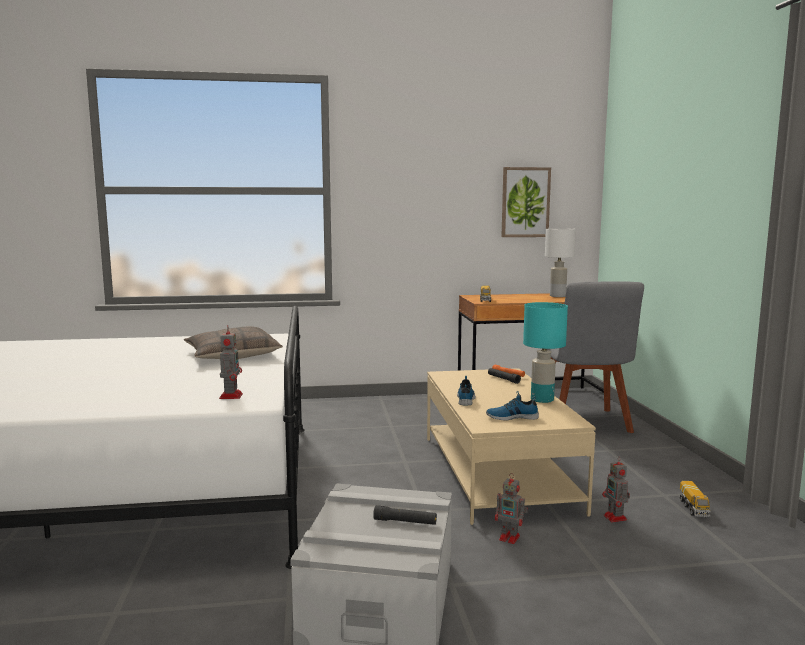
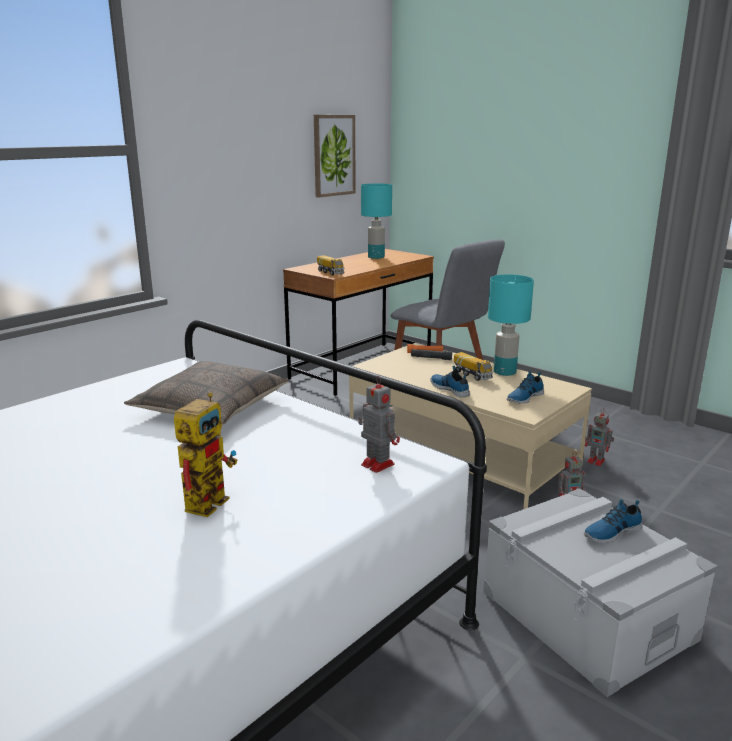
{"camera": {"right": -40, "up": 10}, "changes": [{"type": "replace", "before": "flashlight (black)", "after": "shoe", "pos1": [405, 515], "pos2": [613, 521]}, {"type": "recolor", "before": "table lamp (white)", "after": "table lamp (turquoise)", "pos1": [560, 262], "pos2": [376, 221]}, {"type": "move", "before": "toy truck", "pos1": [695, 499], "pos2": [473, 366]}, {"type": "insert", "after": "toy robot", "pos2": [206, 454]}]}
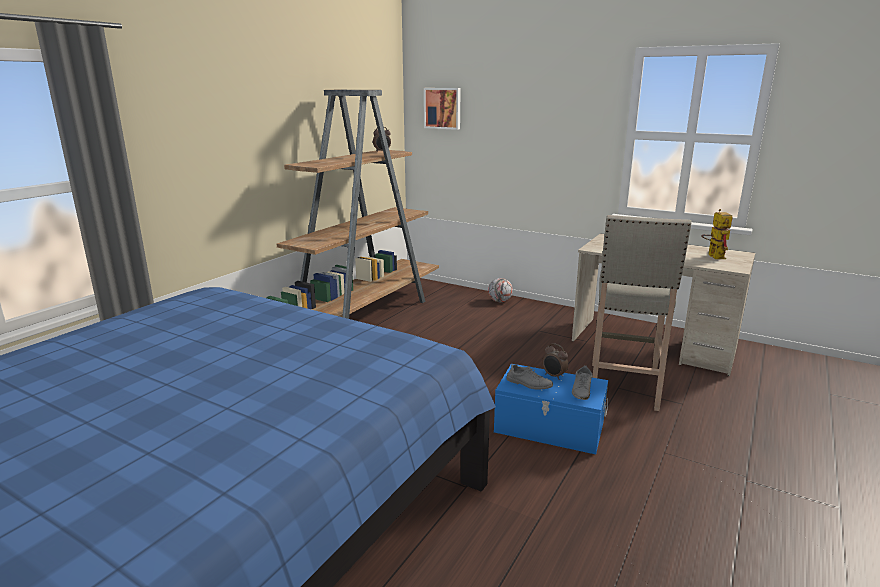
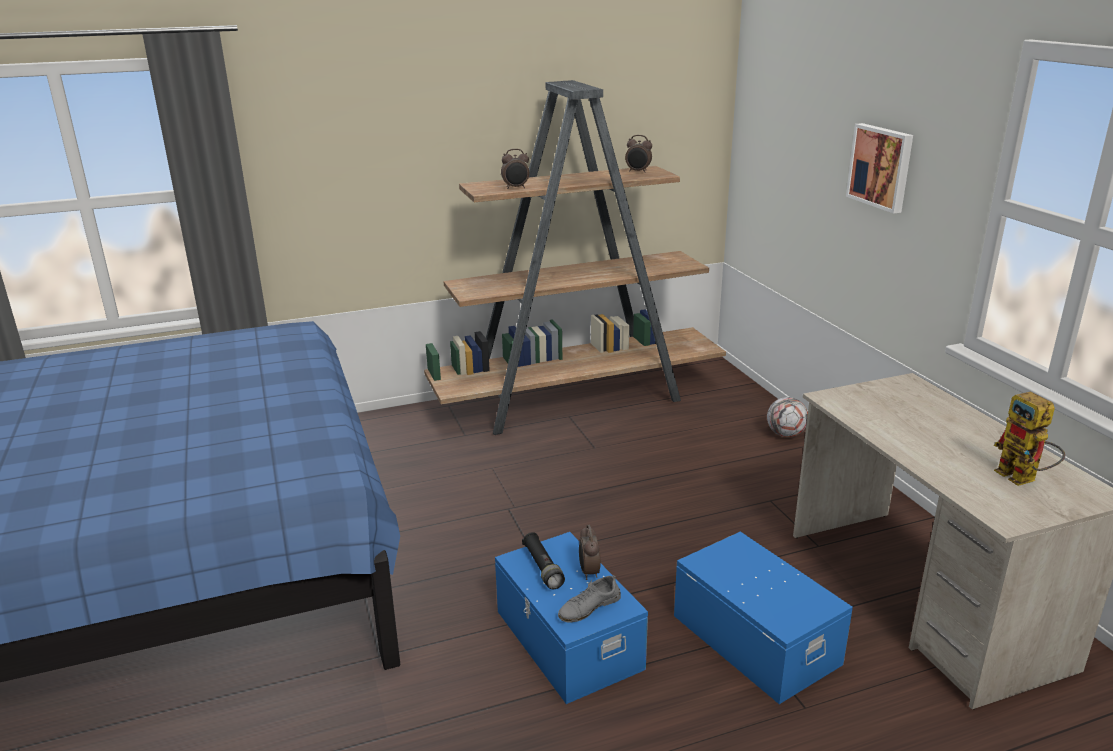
{"camera": {"right": 40, "up": 5}, "changes": [{"type": "move", "before": "picture", "pos1": [442, 109], "pos2": [879, 168]}, {"type": "replace", "before": "shoe (grey)", "after": "flashlight (black)", "pos1": [529, 377], "pos2": [543, 560]}, {"type": "replace", "before": "stool (beige)", "after": "storage box (blue)", "pos1": [642, 313], "pos2": [763, 618]}, {"type": "rotate", "before": "toy robot", "pos1": [717, 234], "pos2": [1029, 438], "turn": 120}, {"type": "insert", "after": "alarm clock", "pos2": [515, 169]}]}
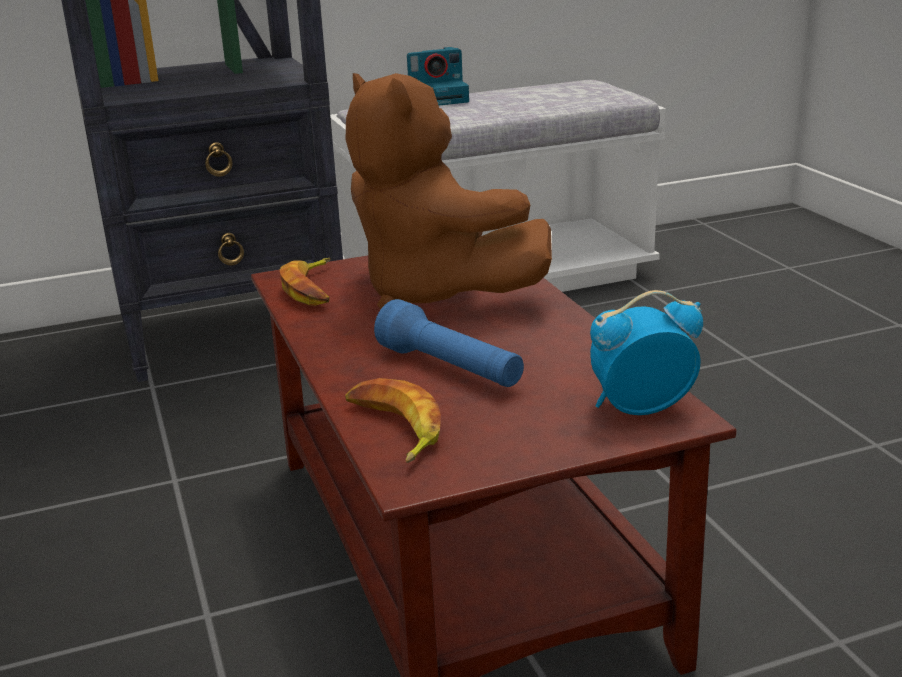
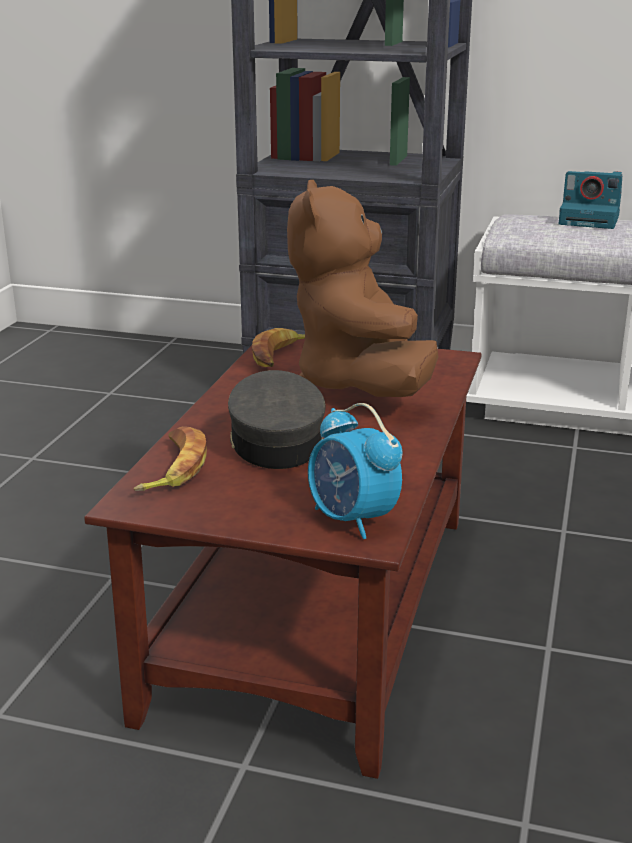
{"camera": {"right": 35, "up": 0}, "changes": [{"type": "replace", "before": "flashlight (blue)", "after": "cap (grey)", "pos1": [449, 343], "pos2": [276, 419]}, {"type": "rotate", "before": "alarm clock", "pos1": [646, 352], "pos2": [355, 471], "turn": -150}]}
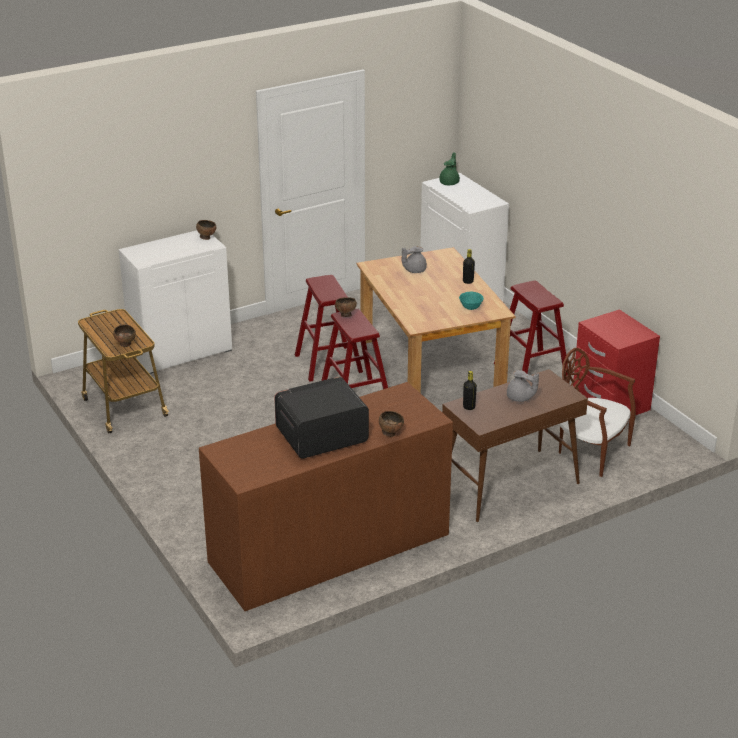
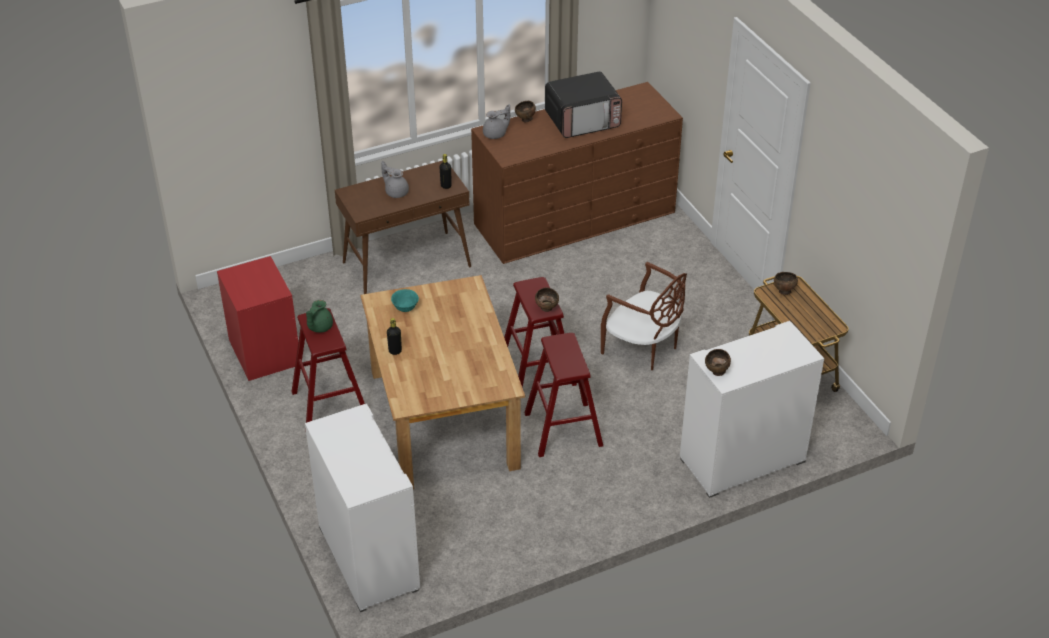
{"camera": {"right": -175, "up": 10}, "changes": [{"type": "move", "before": "teapot (grey)", "pos1": [414, 259], "pos2": [496, 121]}, {"type": "move", "before": "teapot (green)", "pos1": [449, 168], "pos2": [319, 316]}, {"type": "move", "before": "chair (brown)", "pos1": [597, 412], "pos2": [644, 316]}]}
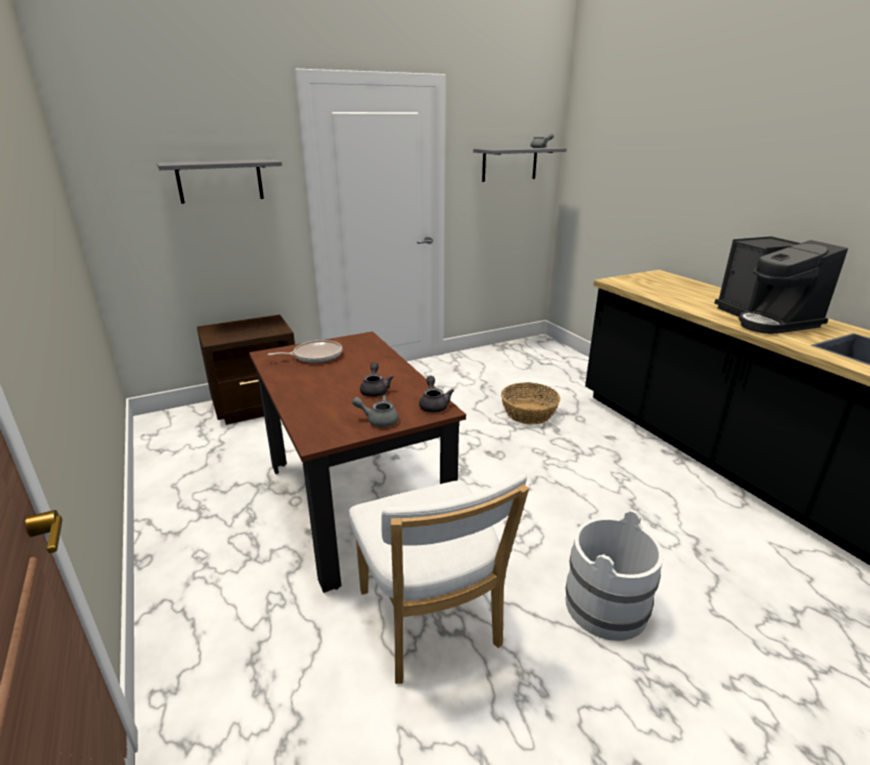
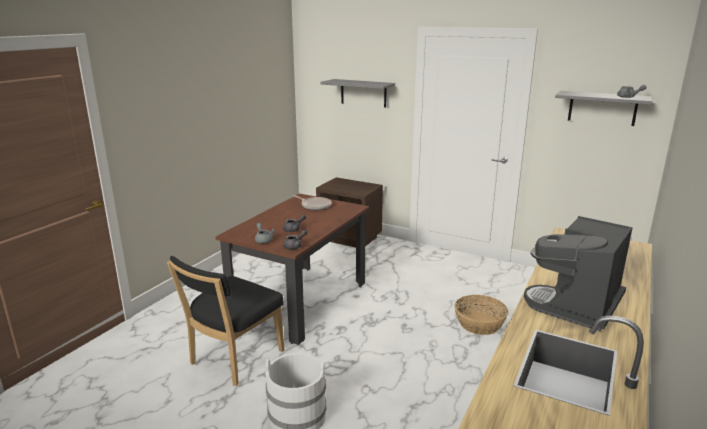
{"camera": {"right": 55, "up": -5}, "changes": [{"type": "recolor", "before": "chair (white)", "after": "chair (black)", "pos1": [439, 579], "pos2": [225, 321]}]}
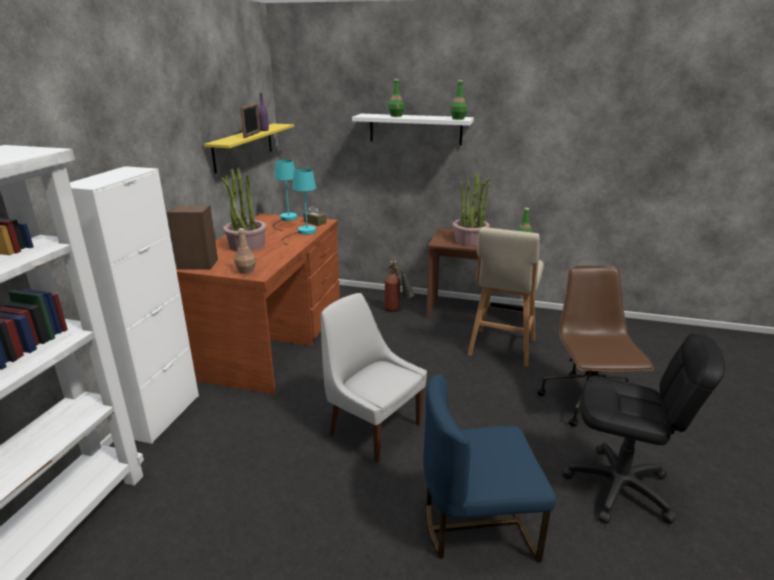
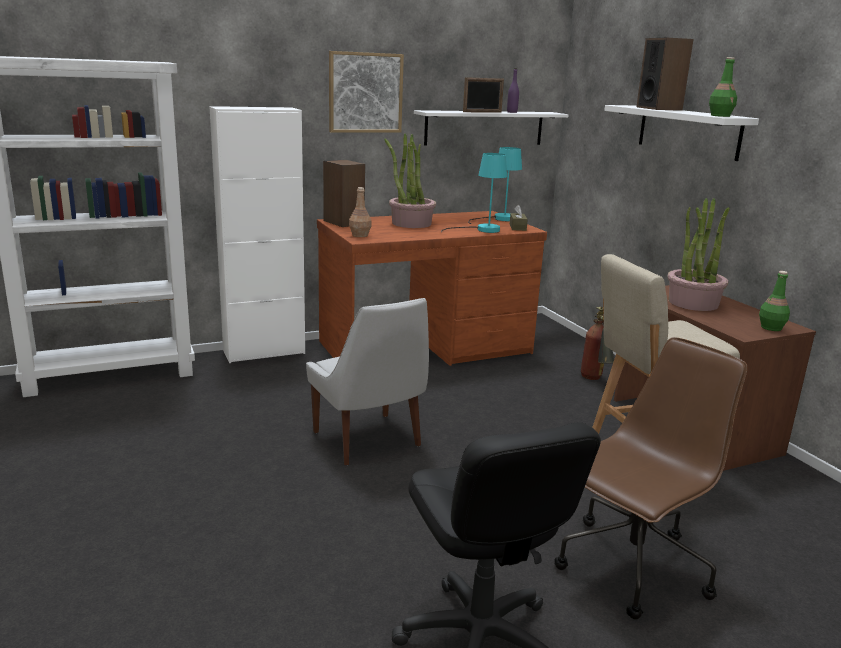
{"camera": {"right": 50, "up": -5}, "changes": [{"type": "recolor", "before": "shelf (yellow)", "after": "shelf (white)", "pos1": [249, 149], "pos2": [491, 128]}, {"type": "rotate", "before": "chair (white)", "pos1": [374, 378], "pos2": [367, 381], "turn": 150}, {"type": "replace", "before": "bottle (green)", "after": "speaker", "pos1": [396, 98], "pos2": [665, 74]}, {"type": "delete", "before": "chair (blue)", "pos1": [489, 469]}, {"type": "insert", "after": "picture", "pos2": [366, 92]}]}
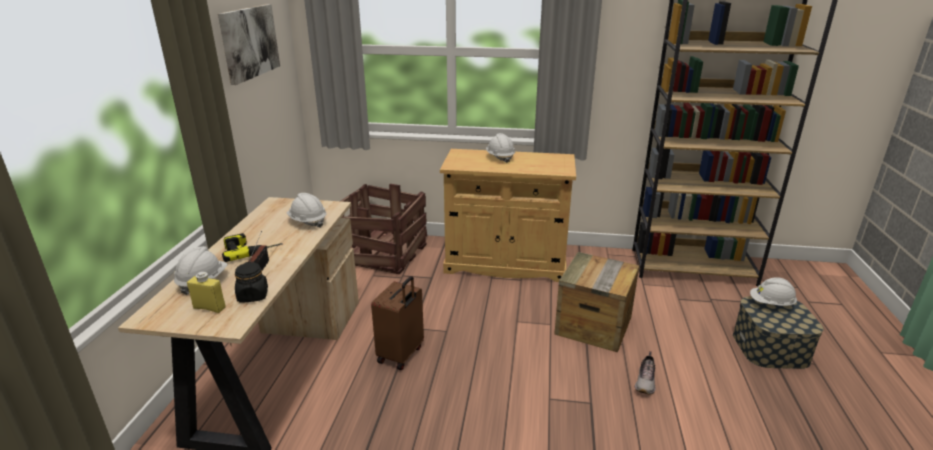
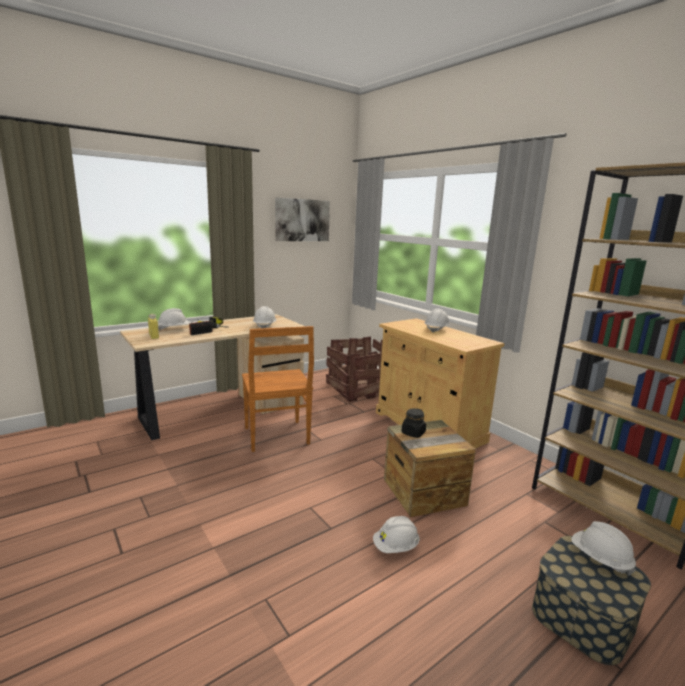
{"camera": {"right": 45, "up": -10}, "changes": [{"type": "move", "before": "jar (black)", "pos1": [251, 282], "pos2": [414, 423]}, {"type": "replace", "before": "suitcase (brown)", "after": "chair (brown)", "pos1": [397, 323], "pos2": [278, 389]}, {"type": "replace", "before": "shoe", "after": "hard hat (white)", "pos1": [645, 373], "pos2": [396, 534]}]}
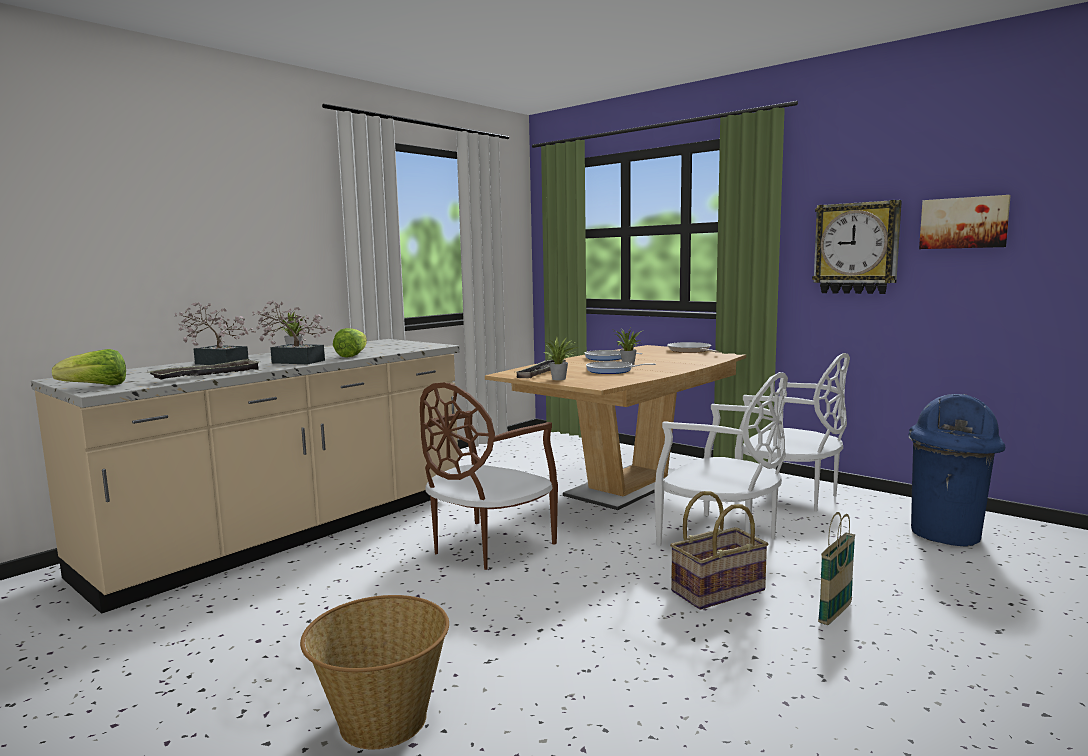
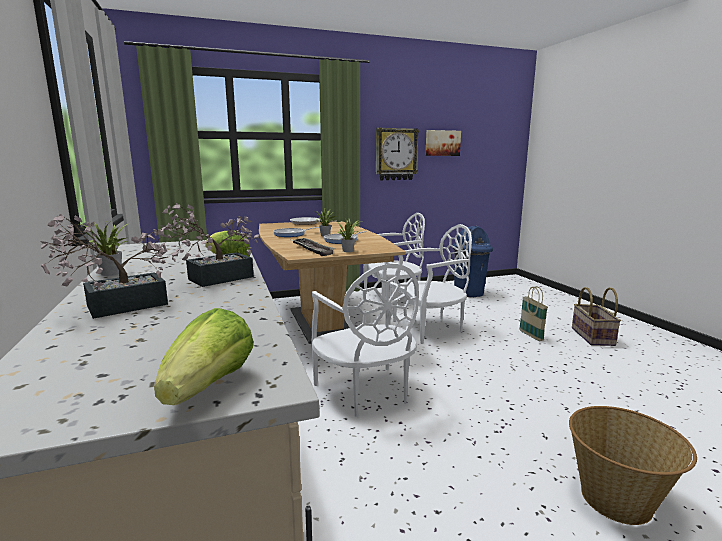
{"camera": {"right": -60, "up": 5}, "changes": [{"type": "delete", "before": "tray", "pos1": [204, 369]}, {"type": "recolor", "before": "chair (brown)", "after": "chair (white)", "pos1": [489, 476], "pos2": [365, 340]}, {"type": "move", "before": "basket", "pos1": [719, 550], "pos2": [596, 316]}]}
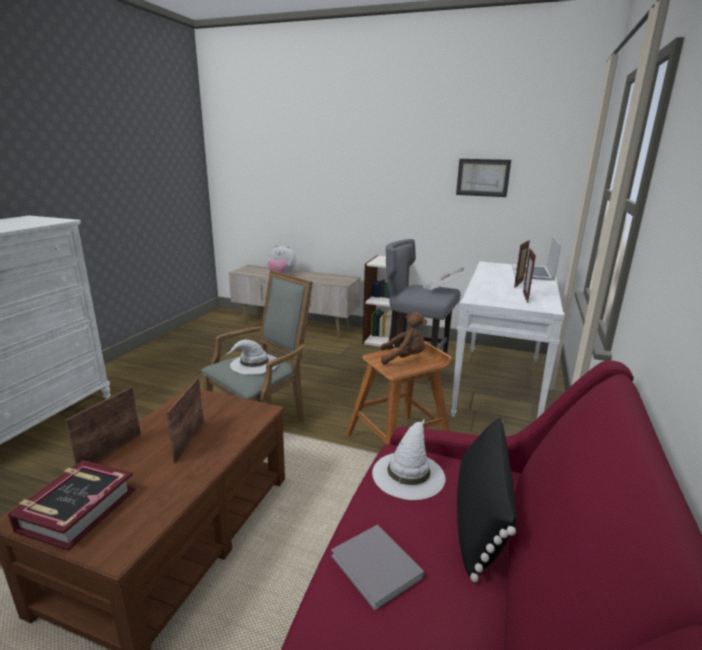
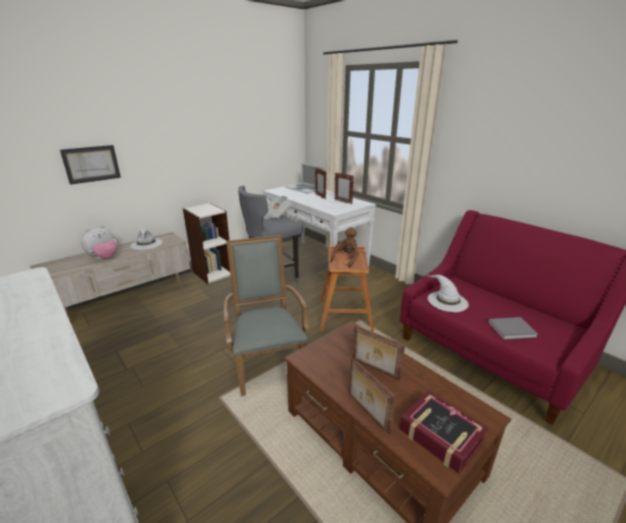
{"camera": {"right": -60, "up": 5}, "changes": [{"type": "move", "before": "hat (white)", "pos1": [252, 356], "pos2": [146, 239]}, {"type": "move", "before": "picture", "pos1": [483, 178], "pos2": [90, 165]}, {"type": "delete", "before": "pillow (black)", "pos1": [487, 500]}]}
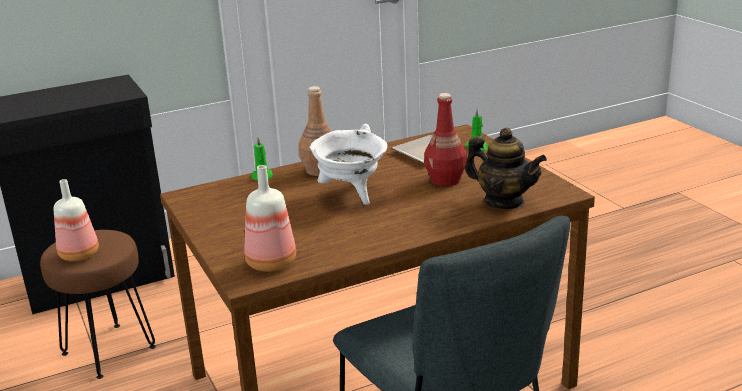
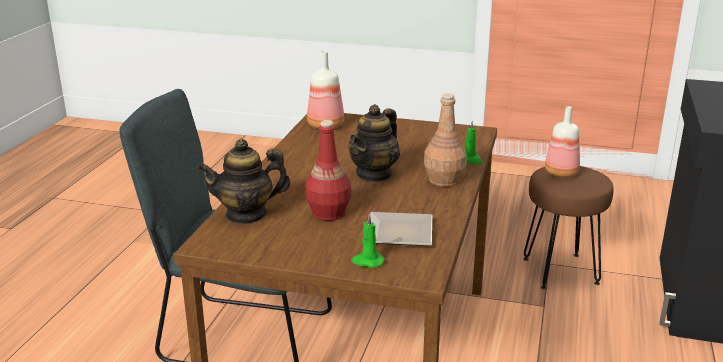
{"camera": {"right": 130, "up": 0}, "changes": [{"type": "replace", "before": "cooking pot (white)", "after": "teapot", "pos1": [348, 164], "pos2": [374, 143]}]}
